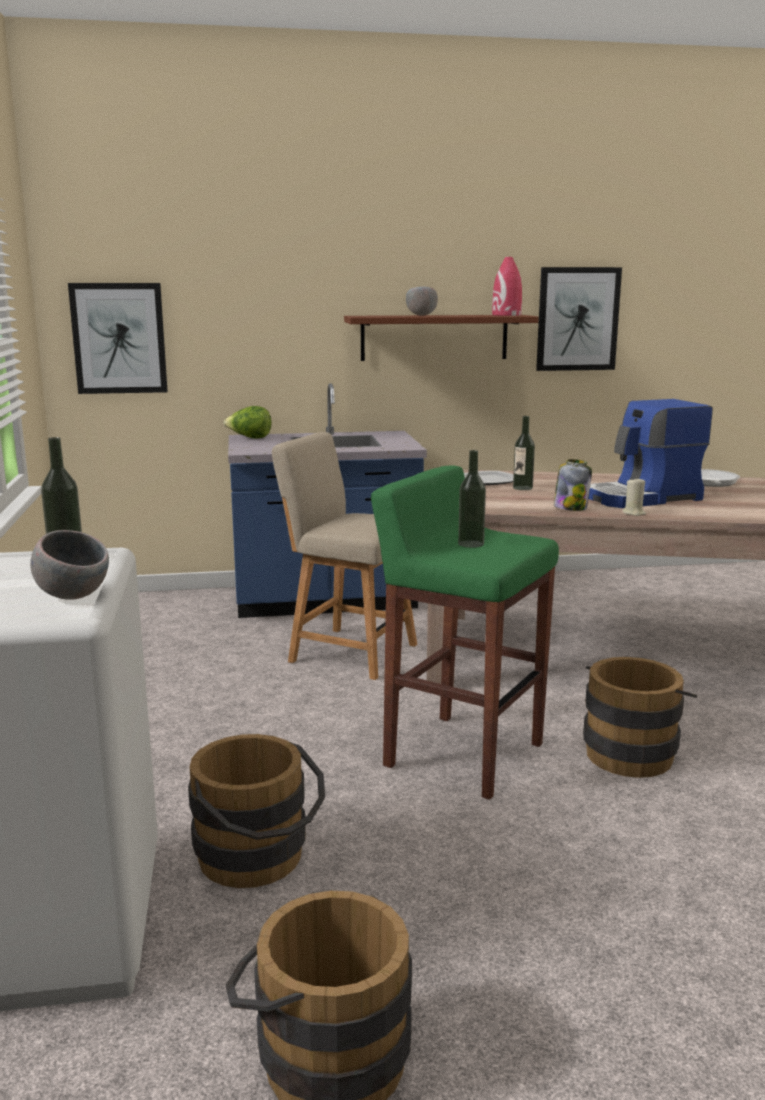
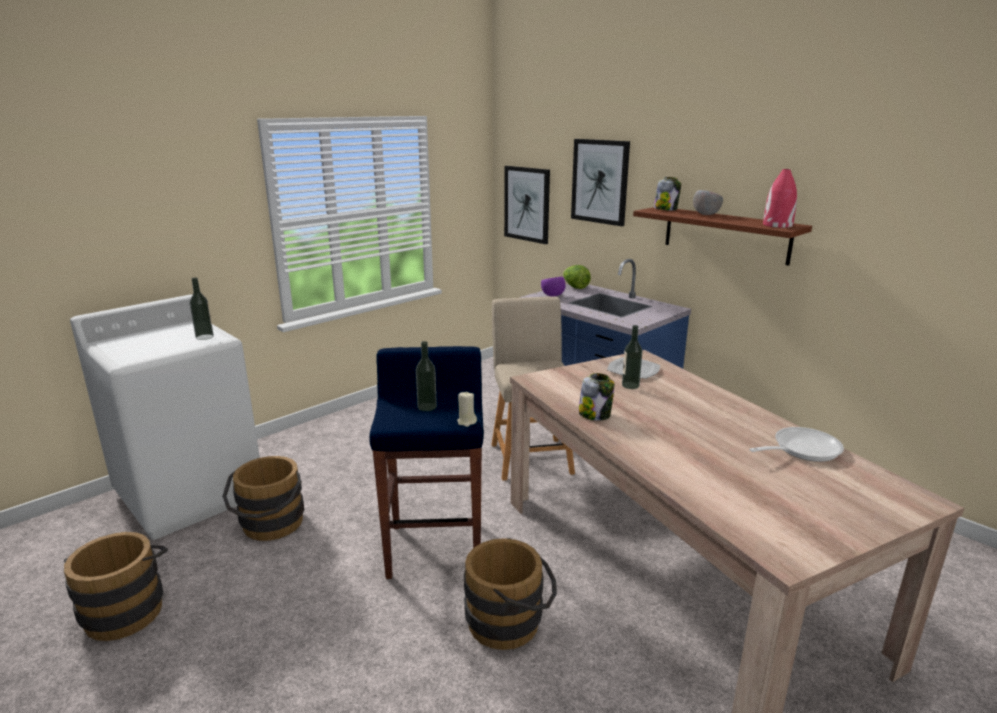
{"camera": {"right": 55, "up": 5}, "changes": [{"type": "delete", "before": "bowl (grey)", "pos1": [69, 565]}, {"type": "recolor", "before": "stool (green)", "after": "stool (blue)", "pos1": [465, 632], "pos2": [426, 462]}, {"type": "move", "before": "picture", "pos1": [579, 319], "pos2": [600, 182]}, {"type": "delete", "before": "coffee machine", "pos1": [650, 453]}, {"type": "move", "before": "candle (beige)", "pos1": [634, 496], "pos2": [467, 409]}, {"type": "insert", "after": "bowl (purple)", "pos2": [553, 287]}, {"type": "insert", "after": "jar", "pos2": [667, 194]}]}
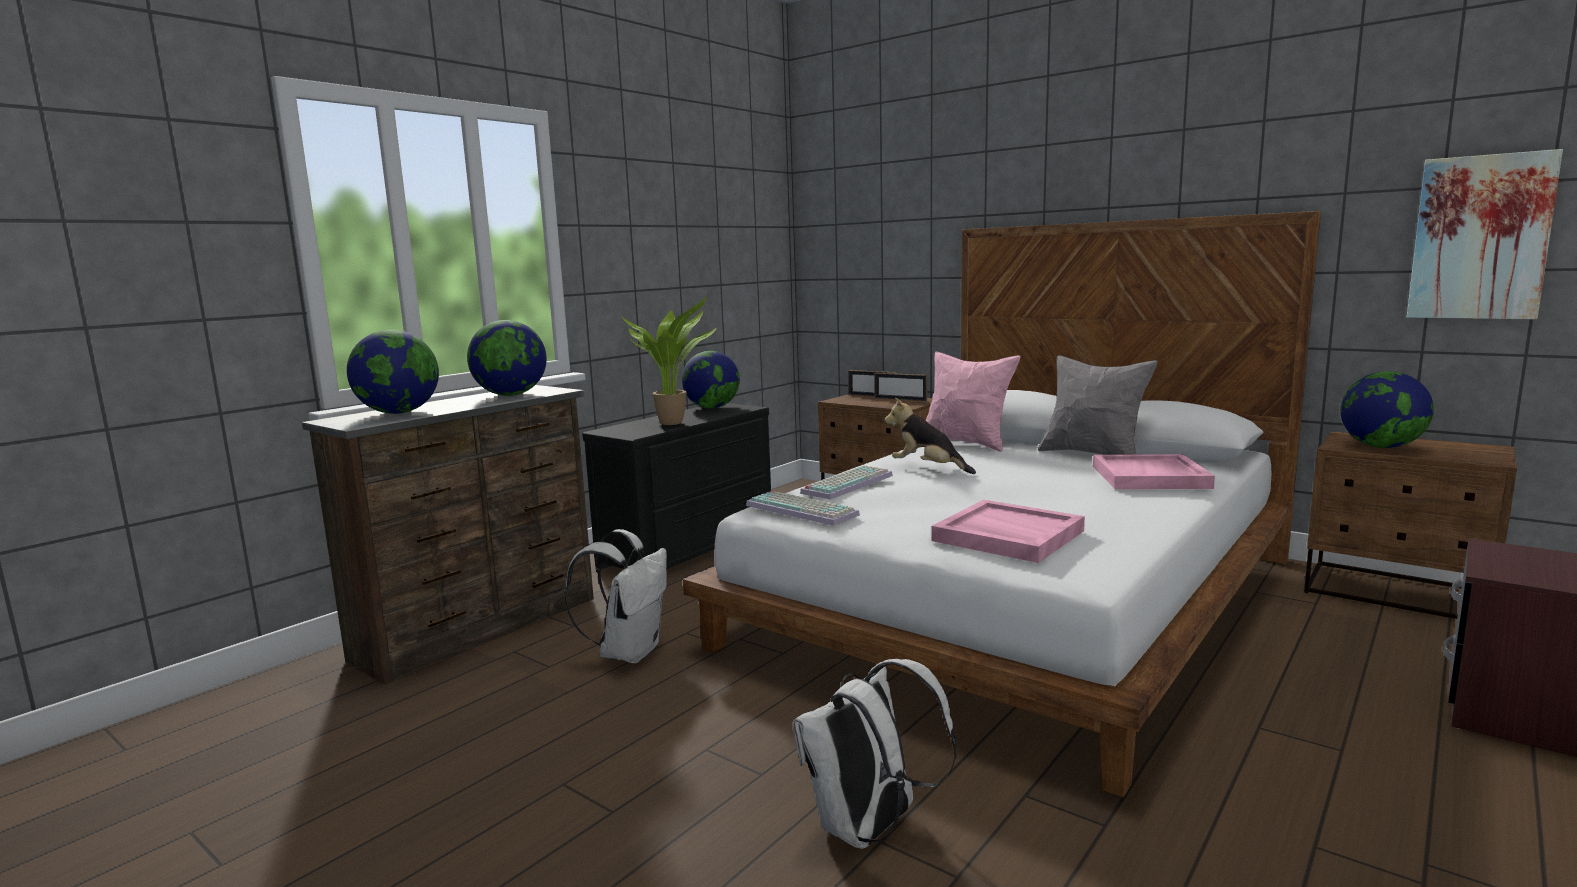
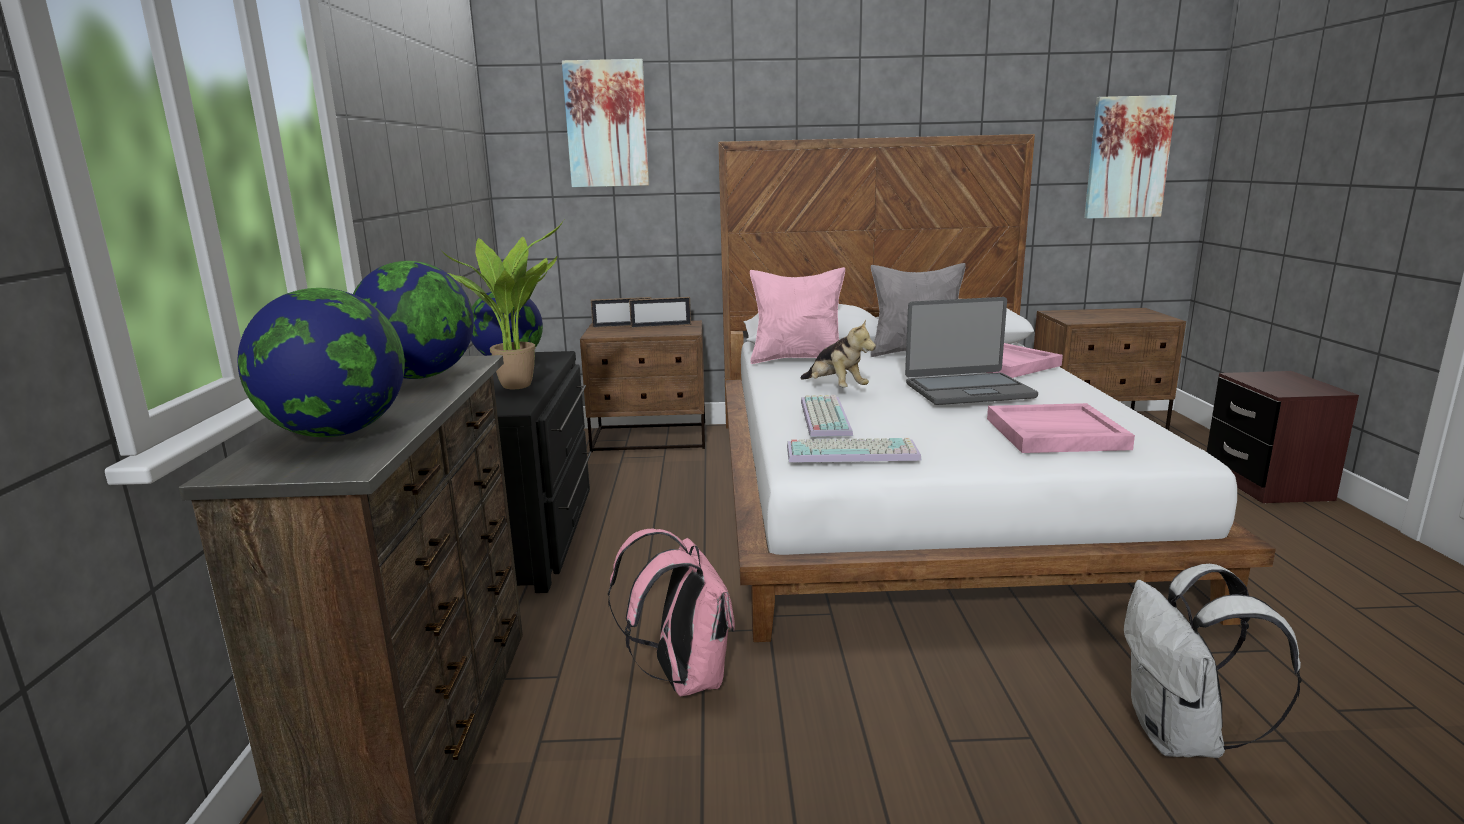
{"camera": {"right": -40, "up": 5}, "changes": [{"type": "recolor", "before": "backpack (white)", "after": "backpack (pink)", "pos1": [616, 596], "pos2": [671, 612]}, {"type": "rotate", "before": "plush toy", "pos1": [930, 436], "pos2": [838, 353], "turn": -120}, {"type": "delete", "before": "globe", "pos1": [1387, 409]}, {"type": "insert", "after": "picture", "pos2": [605, 123]}, {"type": "insert", "after": "laptop", "pos2": [971, 351]}]}
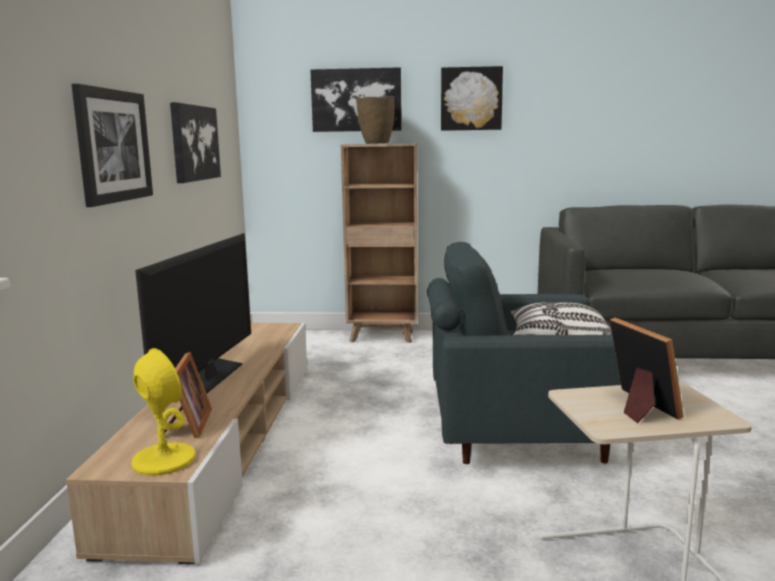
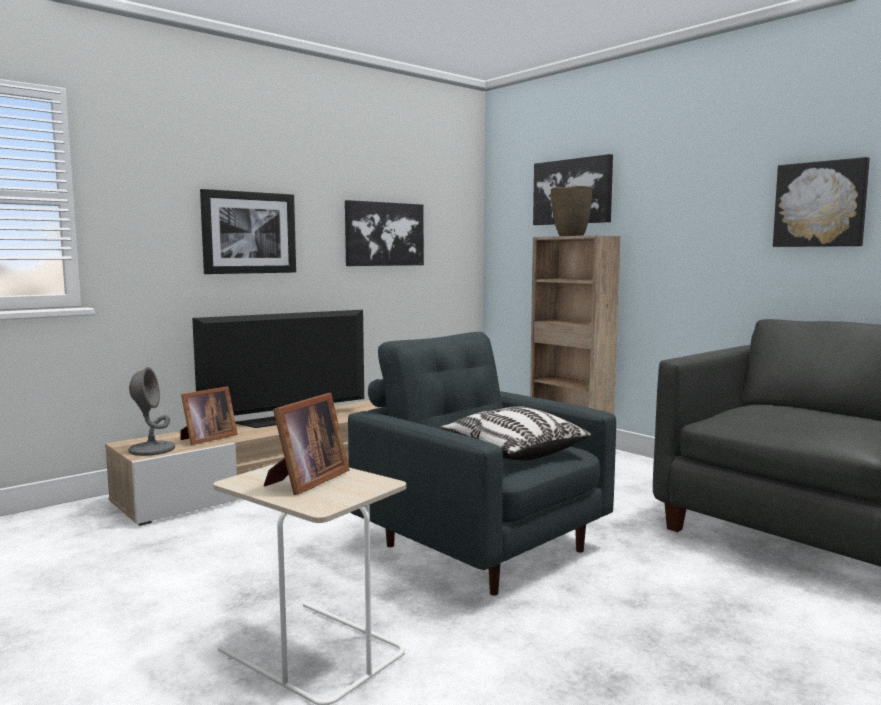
{"camera": {"right": 45, "up": -5}, "changes": [{"type": "recolor", "before": "table lamp (yellow)", "after": "table lamp (grey)", "pos1": [163, 411], "pos2": [151, 411]}, {"type": "move", "before": "picture", "pos1": [472, 98], "pos2": [821, 202]}]}
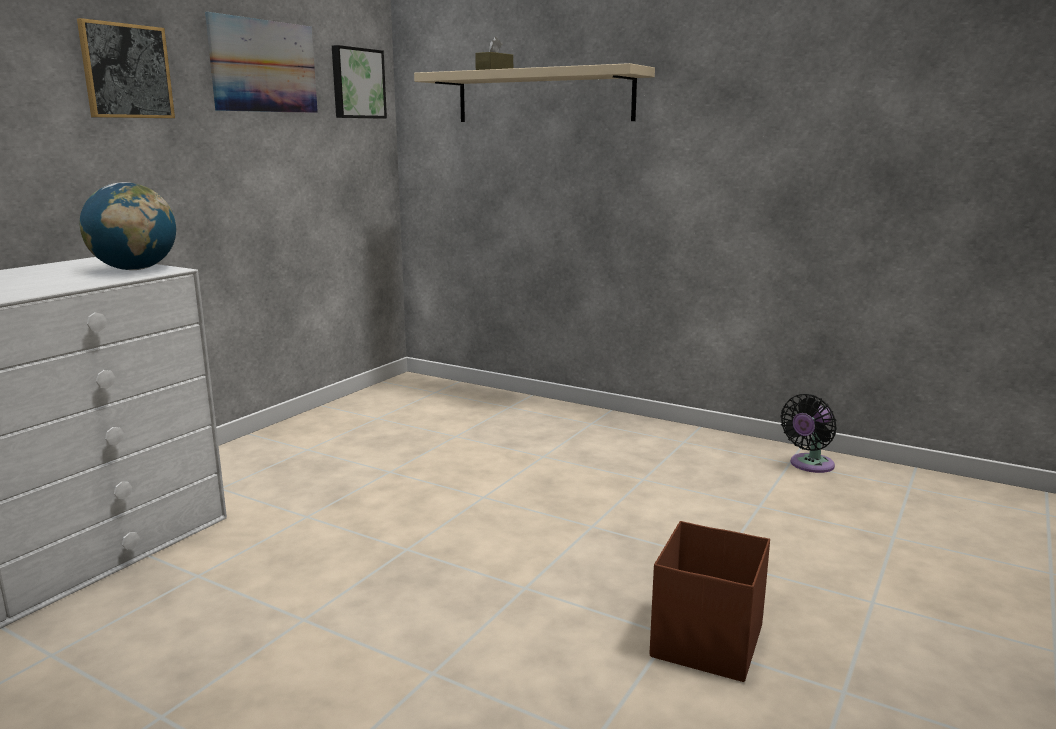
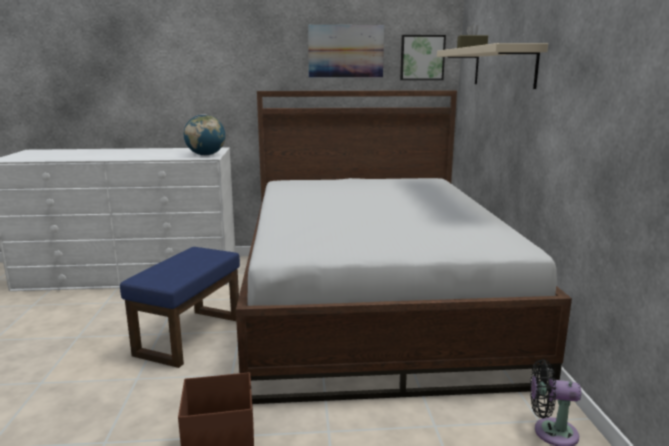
{"camera": {"right": 55, "up": 0}, "changes": [{"type": "delete", "before": "picture", "pos1": [126, 68]}, {"type": "insert", "after": "ottoman (blue)", "pos2": [180, 307]}, {"type": "insert", "after": "bed", "pos2": [404, 247]}]}
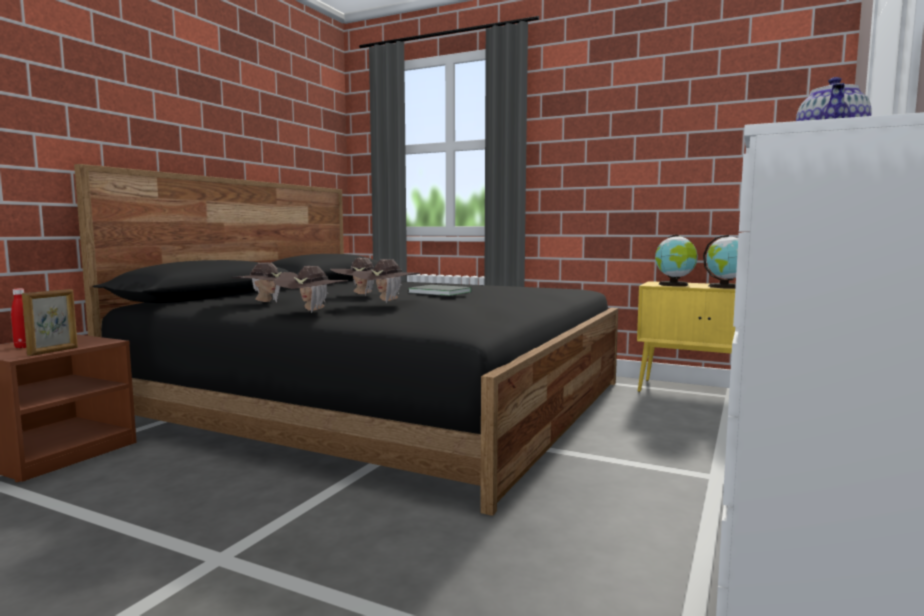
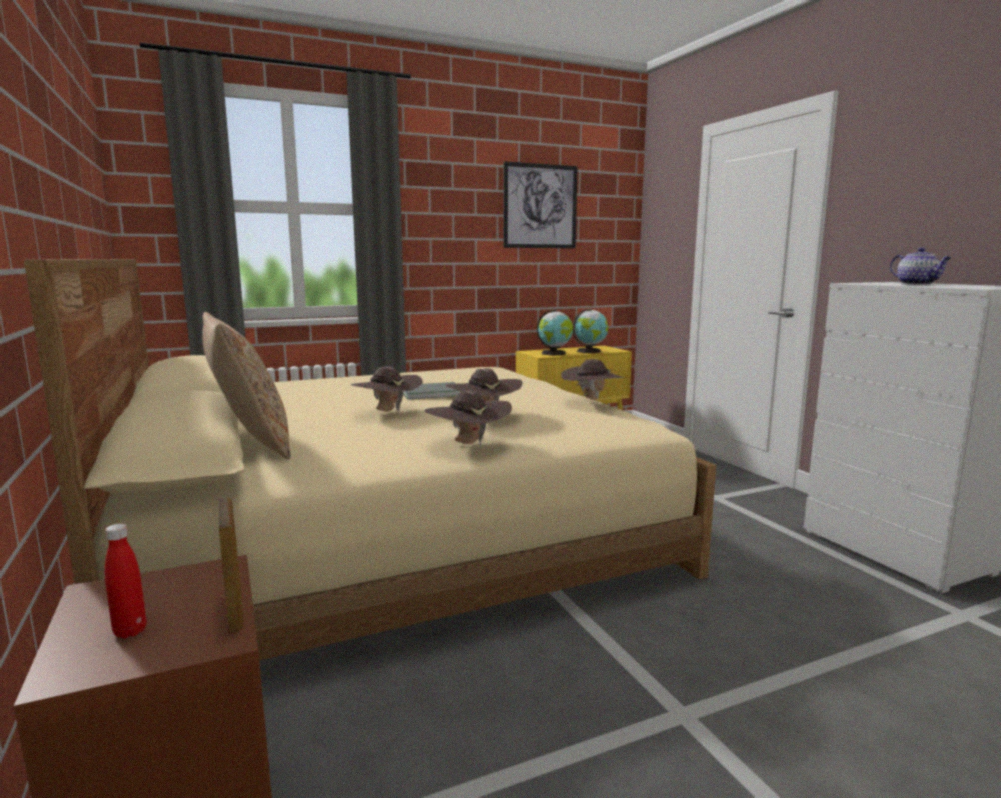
{"camera": {"right": -50, "up": 5}, "changes": [{"type": "recolor", "before": "bed (black)", "after": "bed (beige)", "pos1": [346, 340], "pos2": [370, 460]}, {"type": "move", "before": "hat (brown)", "pos1": [265, 282], "pos2": [593, 380]}, {"type": "insert", "after": "pillow (beige)", "pos2": [246, 385]}, {"type": "insert", "after": "picture", "pos2": [540, 204]}]}
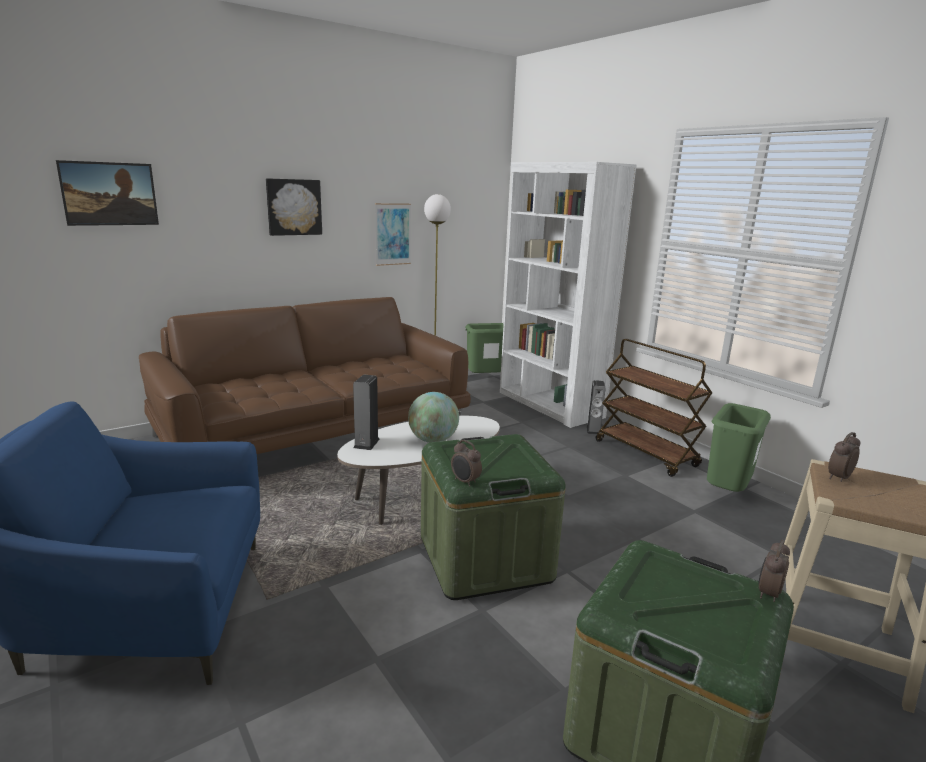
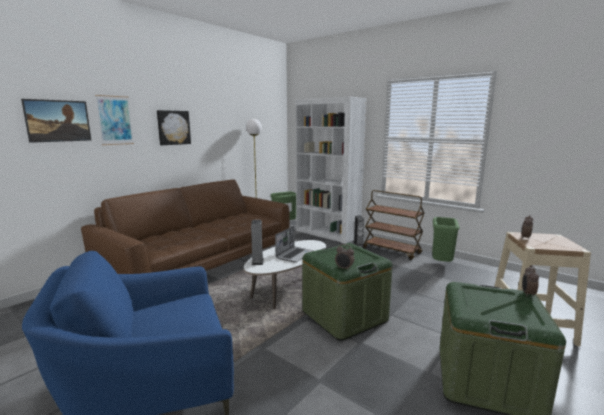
{"camera": {"right": -15, "up": -5}, "changes": [{"type": "move", "before": "picture", "pos1": [393, 234], "pos2": [114, 120]}, {"type": "replace", "before": "globe", "after": "laptop", "pos1": [433, 417], "pos2": [294, 244]}]}
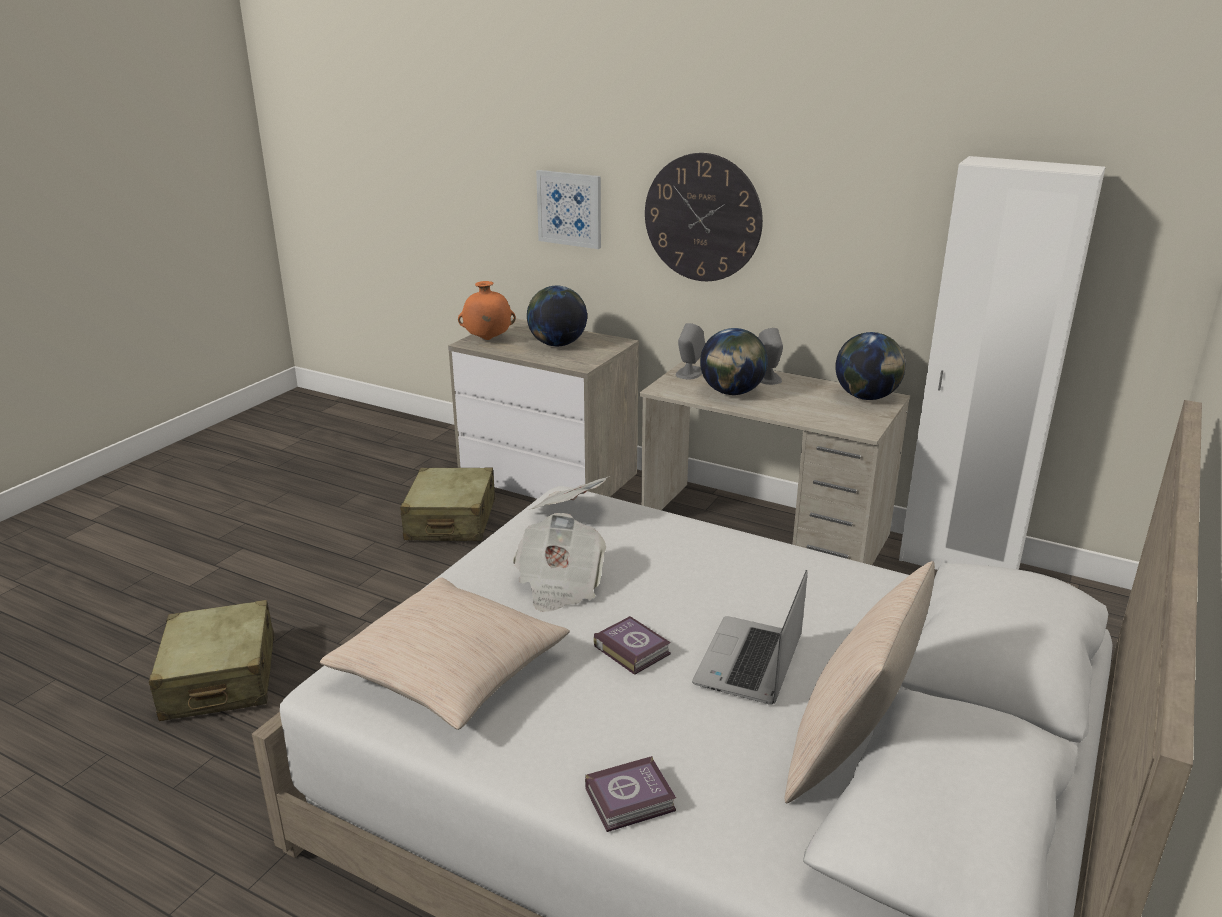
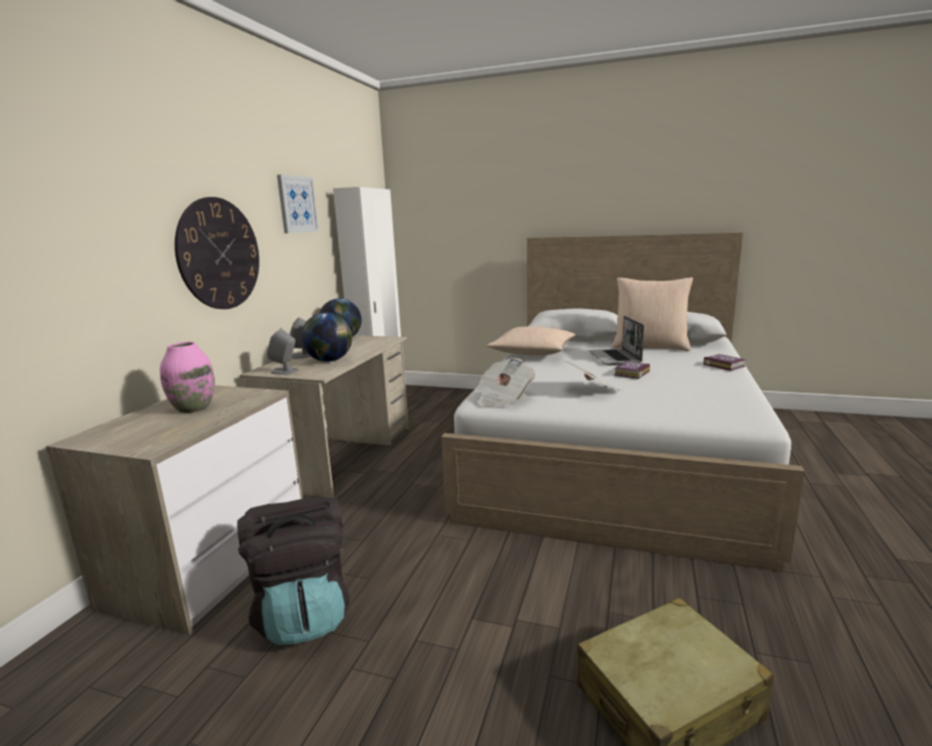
{"camera": {"right": -100, "up": -10}, "changes": [{"type": "move", "before": "pillow (beige)", "pos1": [445, 653], "pos2": [531, 340]}, {"type": "replace", "before": "suitcase (beige)", "after": "backpack (black)", "pos1": [447, 504], "pos2": [293, 571]}, {"type": "delete", "before": "vase (orange)", "pos1": [487, 310]}, {"type": "replace", "before": "globe", "after": "vase (pink)", "pos1": [557, 316], "pos2": [187, 377]}, {"type": "move", "before": "picture", "pos1": [568, 209], "pos2": [298, 204]}, {"type": "rotate", "before": "laptop", "pos1": [749, 637], "pos2": [616, 340], "turn": 75}]}
